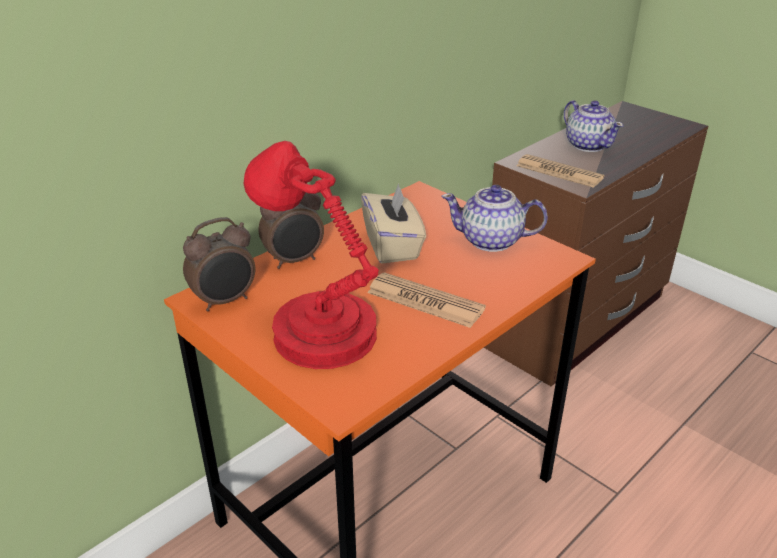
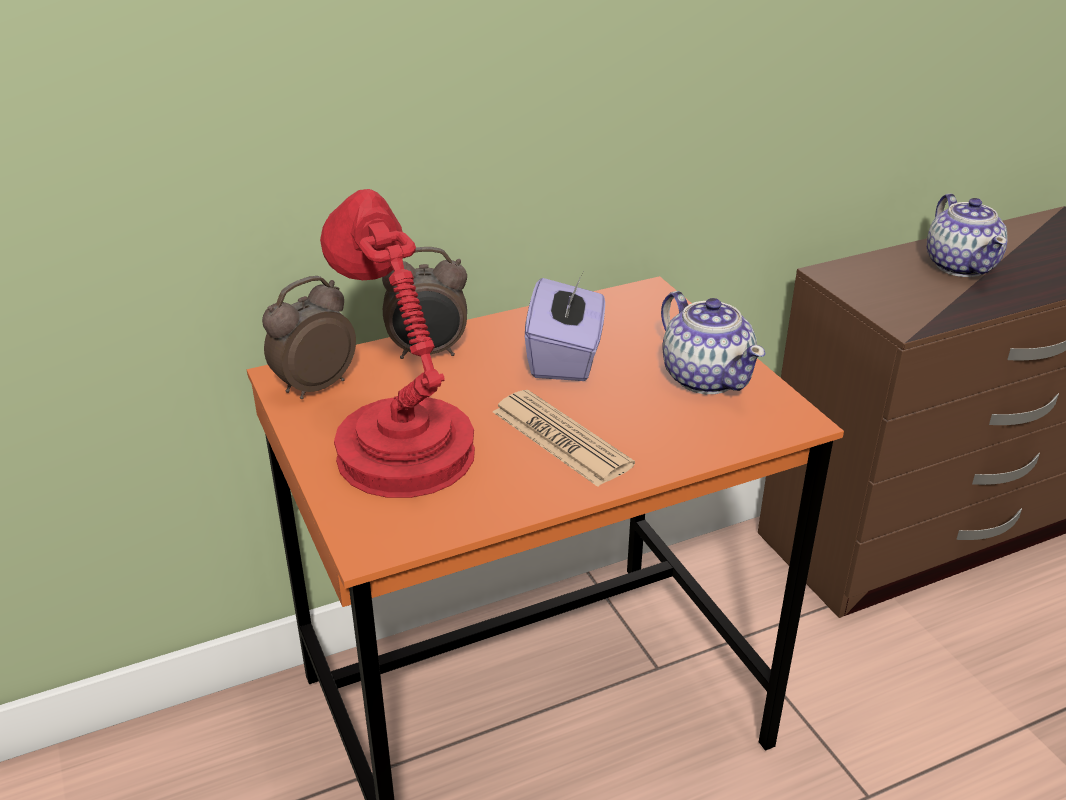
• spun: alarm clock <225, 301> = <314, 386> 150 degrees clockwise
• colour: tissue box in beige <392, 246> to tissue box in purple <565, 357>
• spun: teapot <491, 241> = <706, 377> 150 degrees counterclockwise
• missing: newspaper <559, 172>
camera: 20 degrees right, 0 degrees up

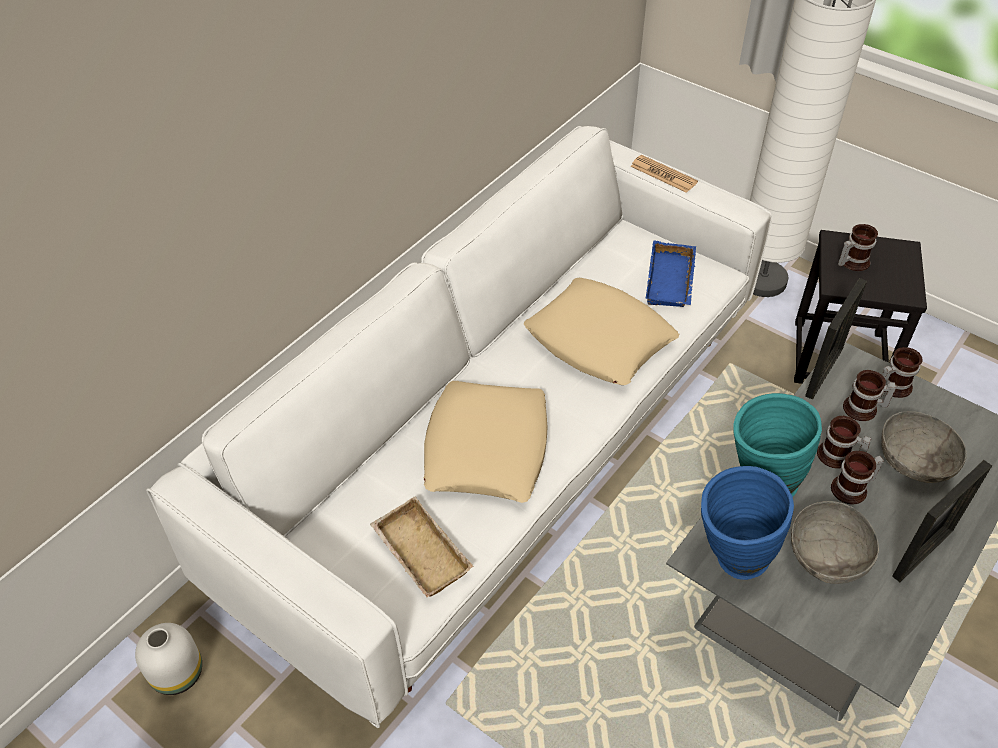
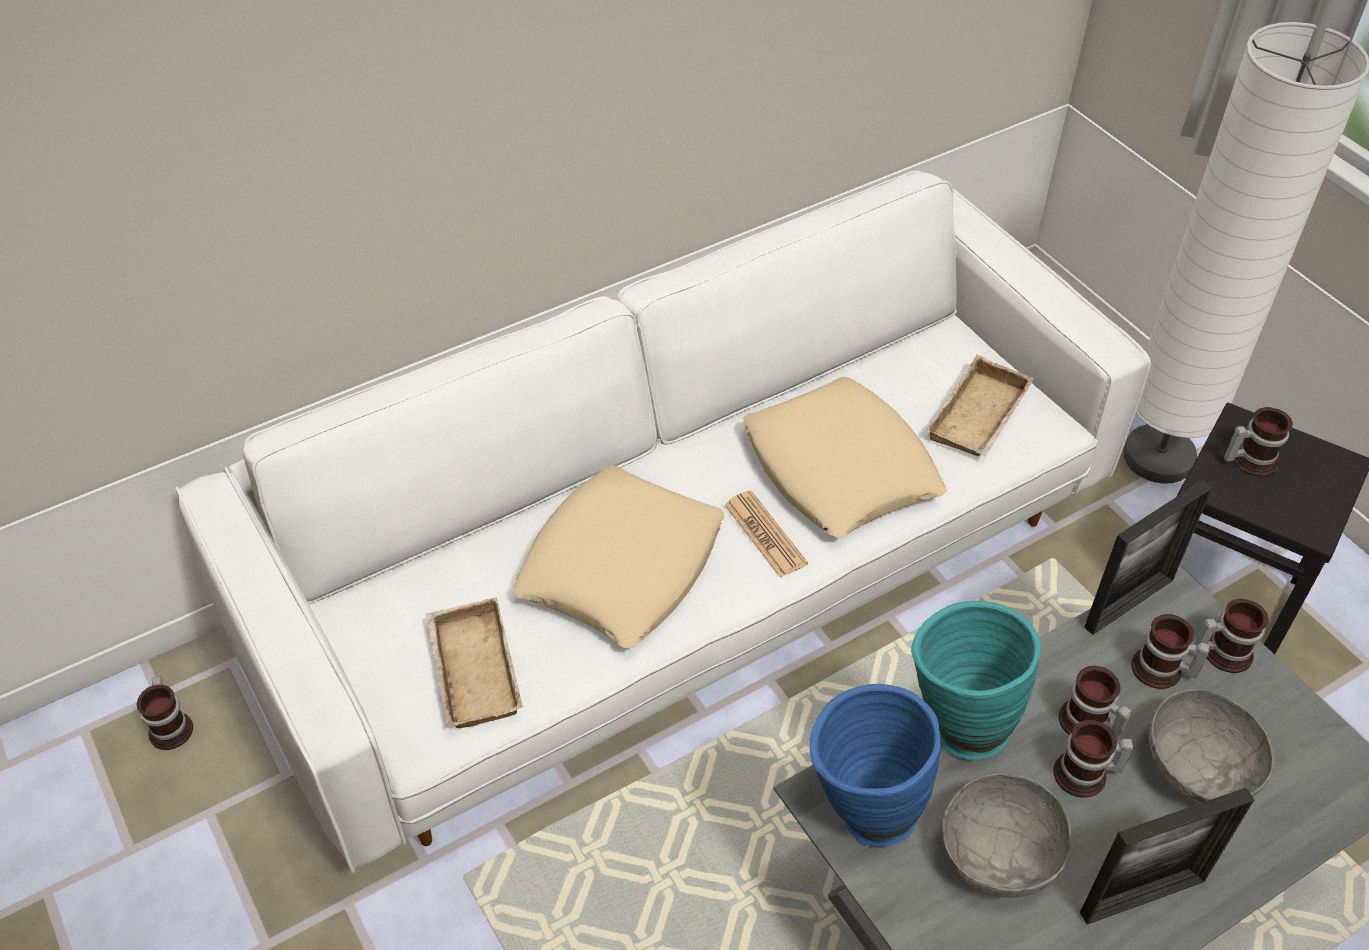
• exchanged: vase in white <176, 673> to mug <173, 726>
• relocated: newspaper <663, 174> to <765, 534>
• colour: tray in blue <672, 281> to tray in beige <980, 417>
camera: 20 degrees right, 0 degrees up

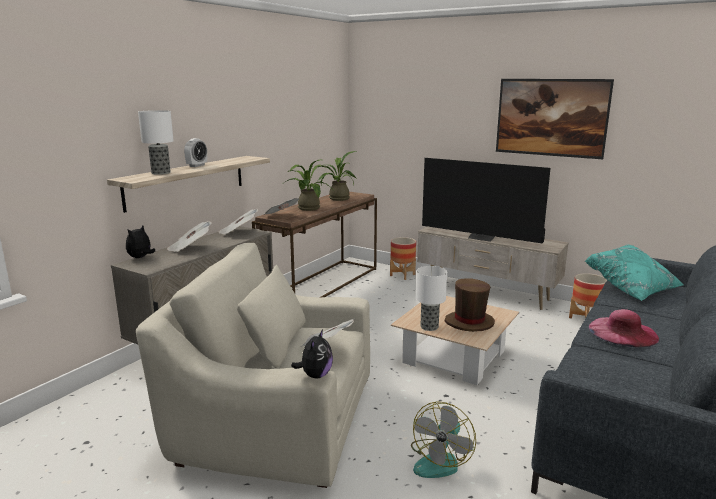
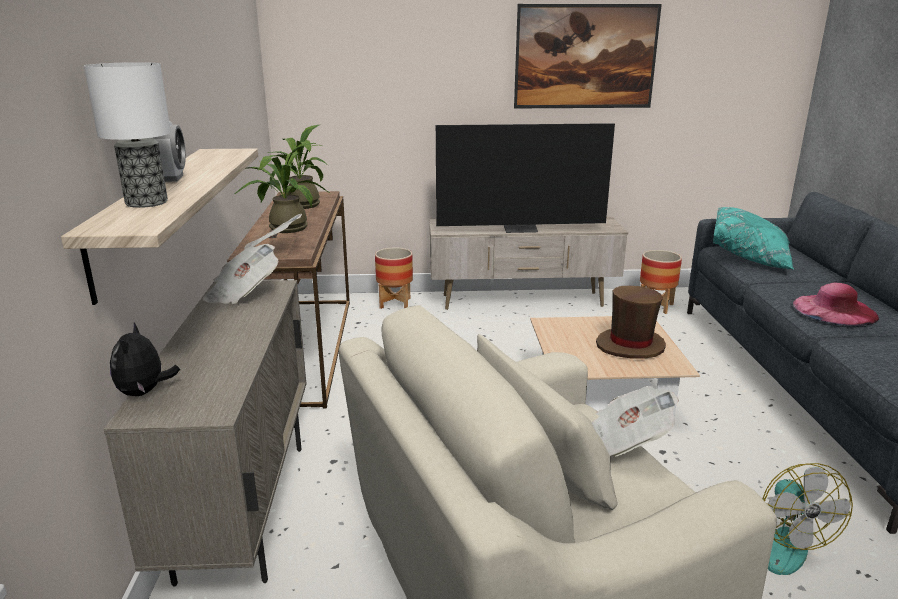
• missing: newspaper <190, 248>
• missing: plush toy <315, 375>
• missing: table lamp <429, 327>
camera: 35 degrees left, 5 degrees up

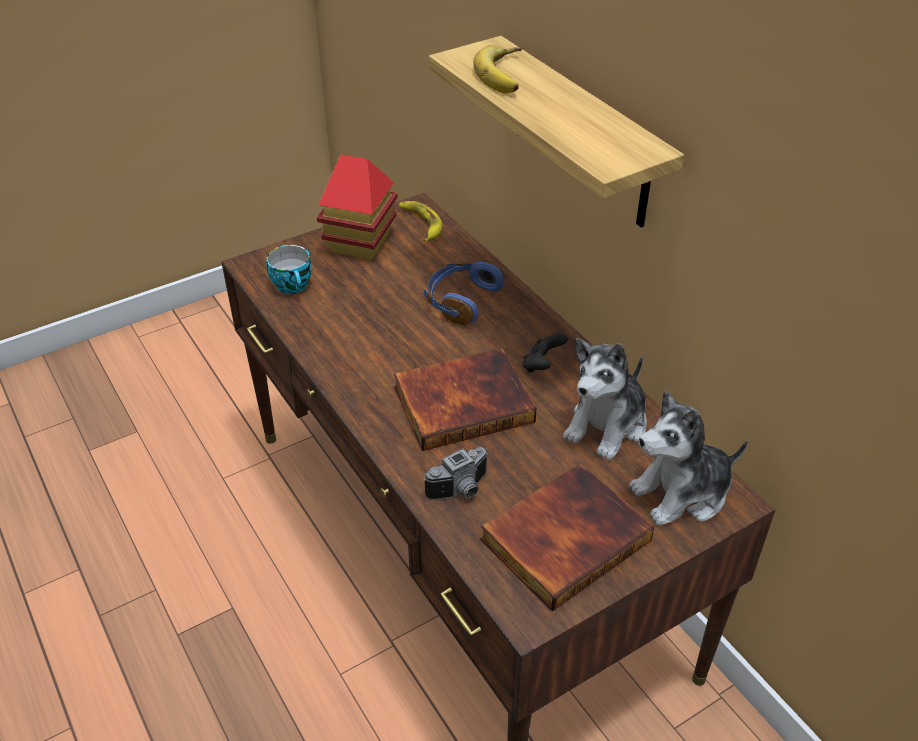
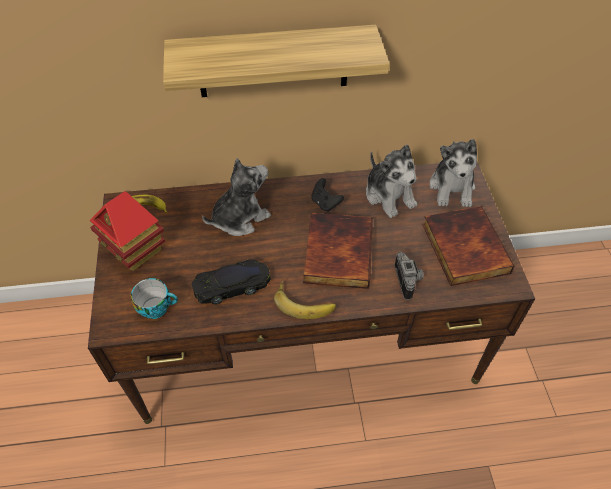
• exchanged: headphones in blue <461, 300> to plush toy <240, 218>
• relocated: banana <507, 75> to <304, 301>
• appeared: toy car in black <232, 285>
camera: 65 degrees left, 10 degrees up

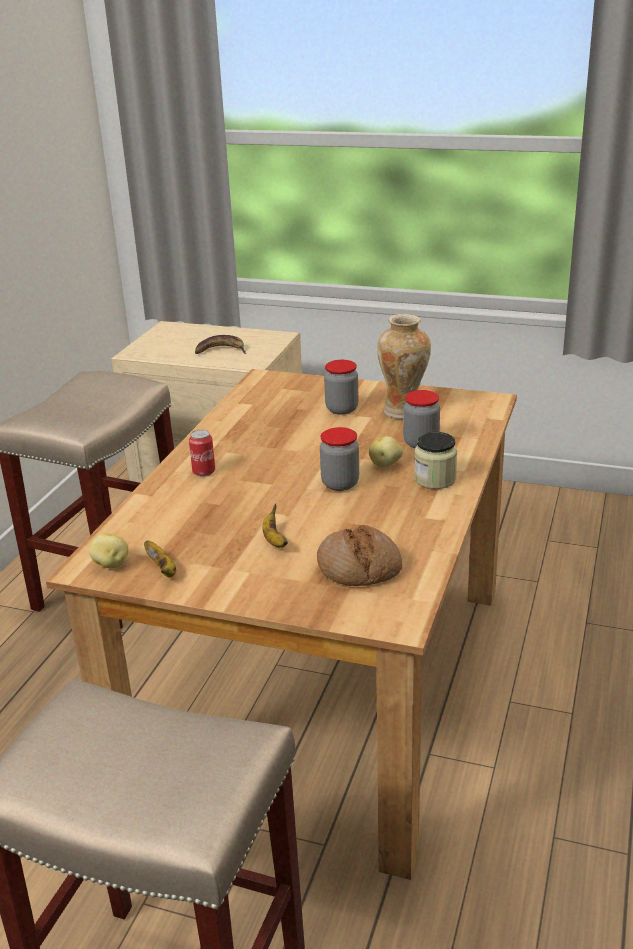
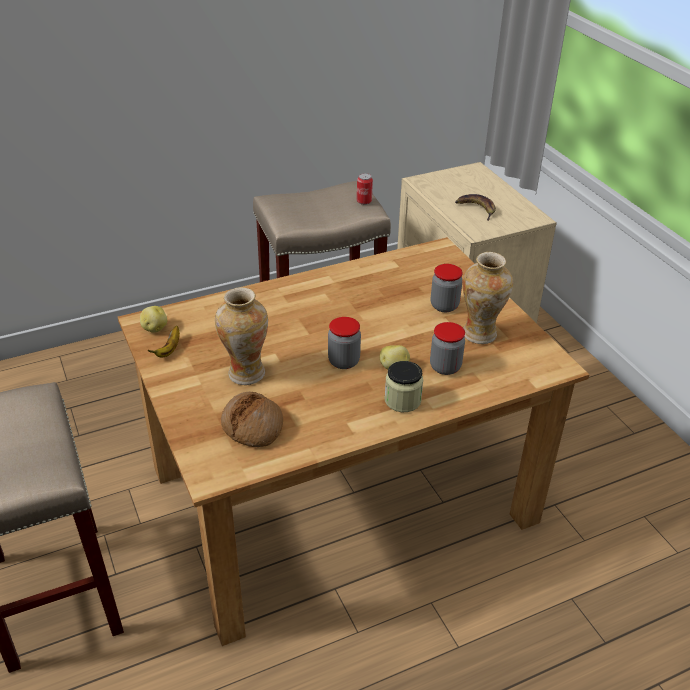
• relocated: can <204, 472> to <364, 201>
• exchanged: banana <274, 540> to vase <245, 373>
camera: 45 degrees right, 10 degrees up

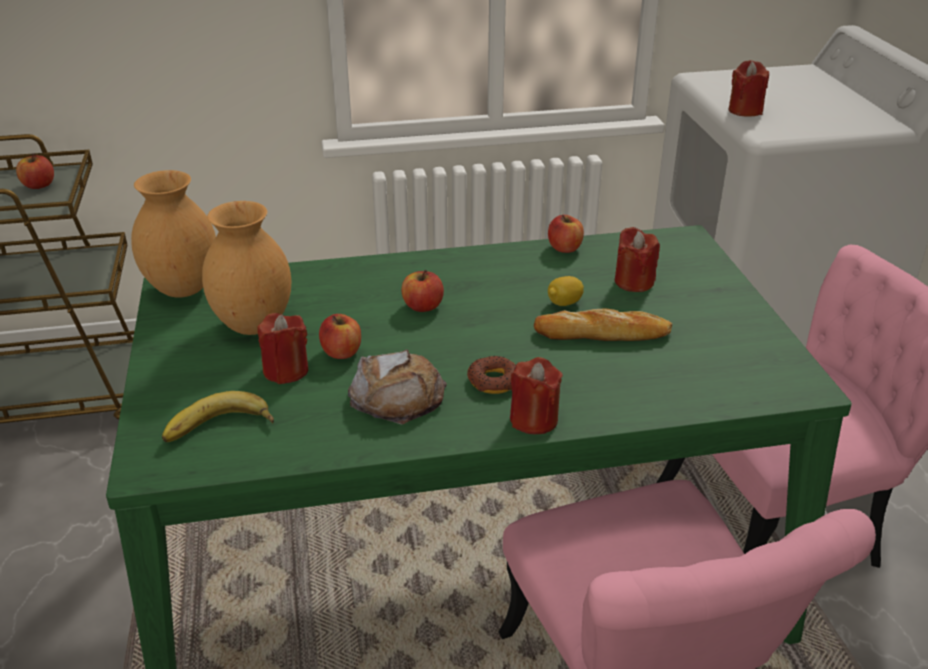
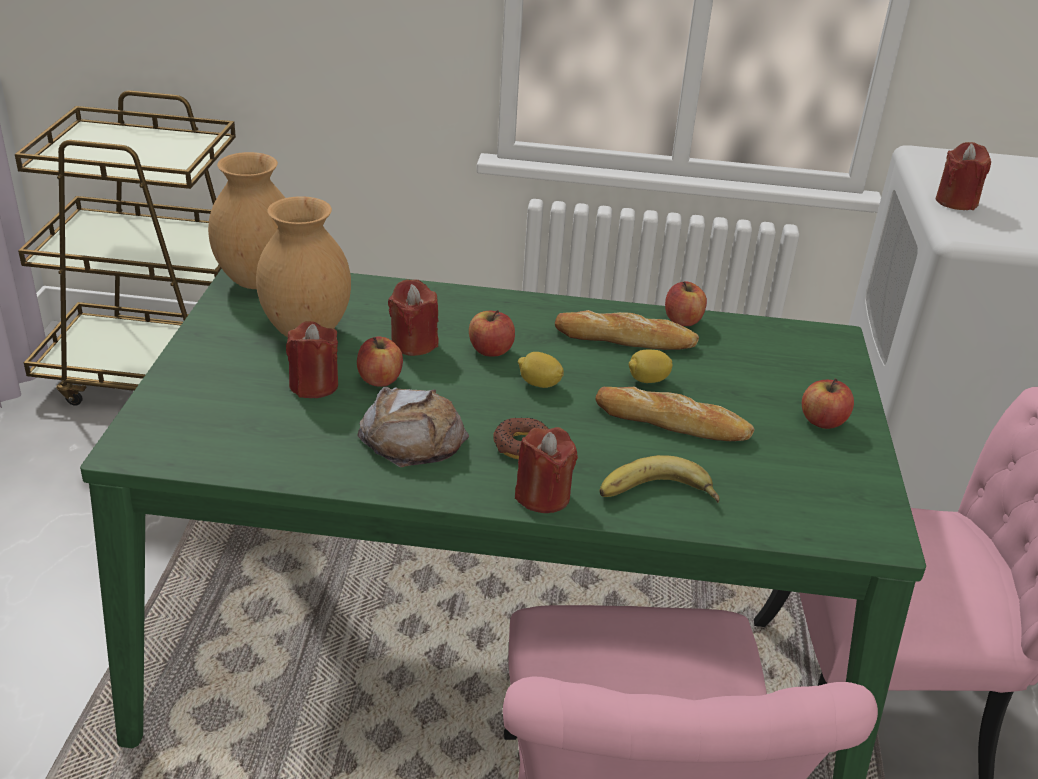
• relocated: apple <39, 185> to <823, 421>
• relocated: banana <220, 430> to <657, 496>
• relocated: candle in red <634, 282> to <414, 343>
• appeared: lemon <539, 384>
• appeared: bread <625, 339>
camera: 15 degrees right, 0 degrees up

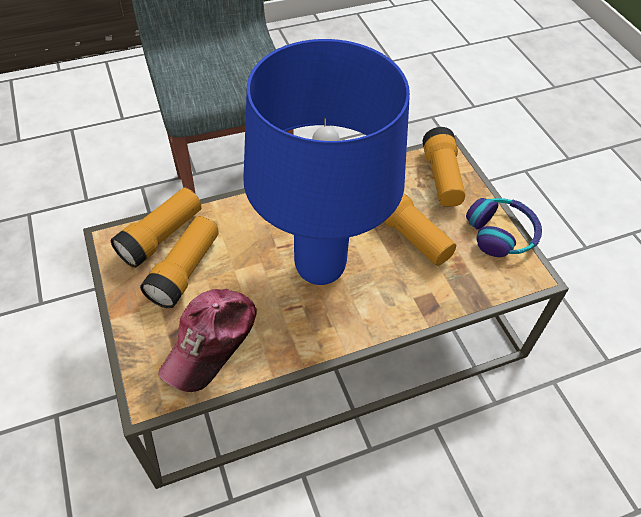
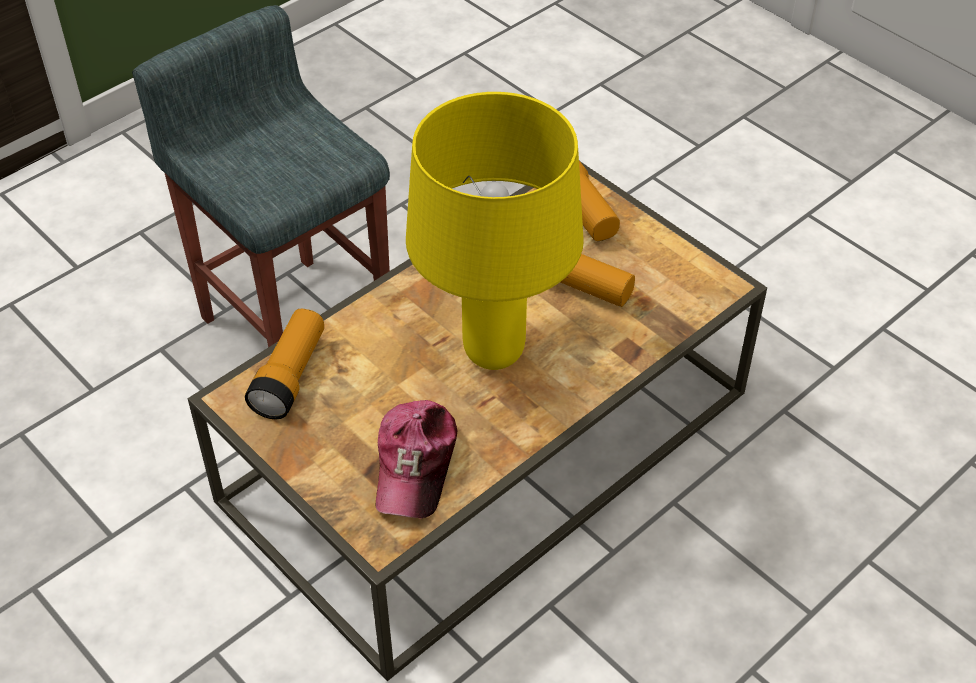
• missing: flashlight <185, 271>
• colour: table lamp in blue <319, 268> to table lamp in yellow <493, 351>
• missing: headphones <502, 233>
camera: 20 degrees left, 5 degrees down

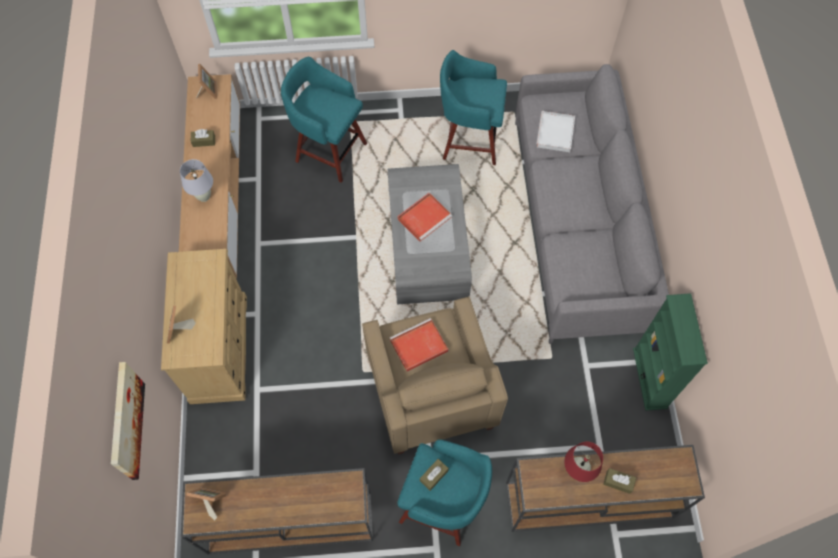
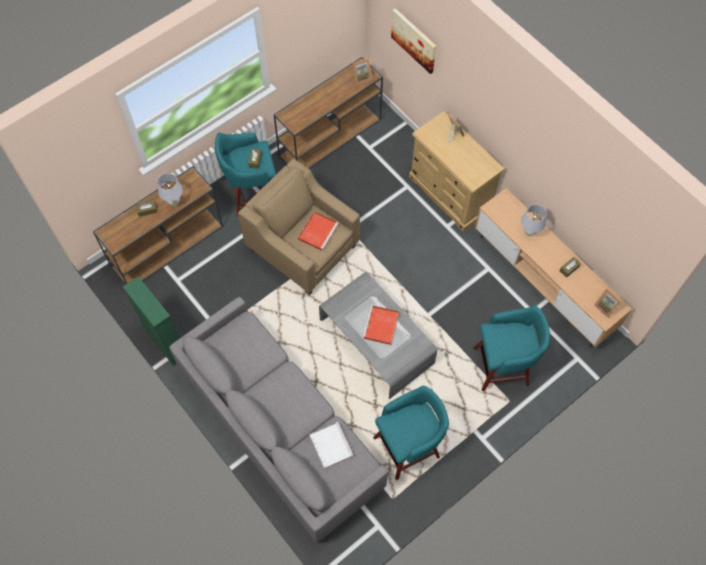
• colour: table lamp in red <577, 470> to table lamp in white <174, 202>
camera: 145 degrees right, 0 degrees up

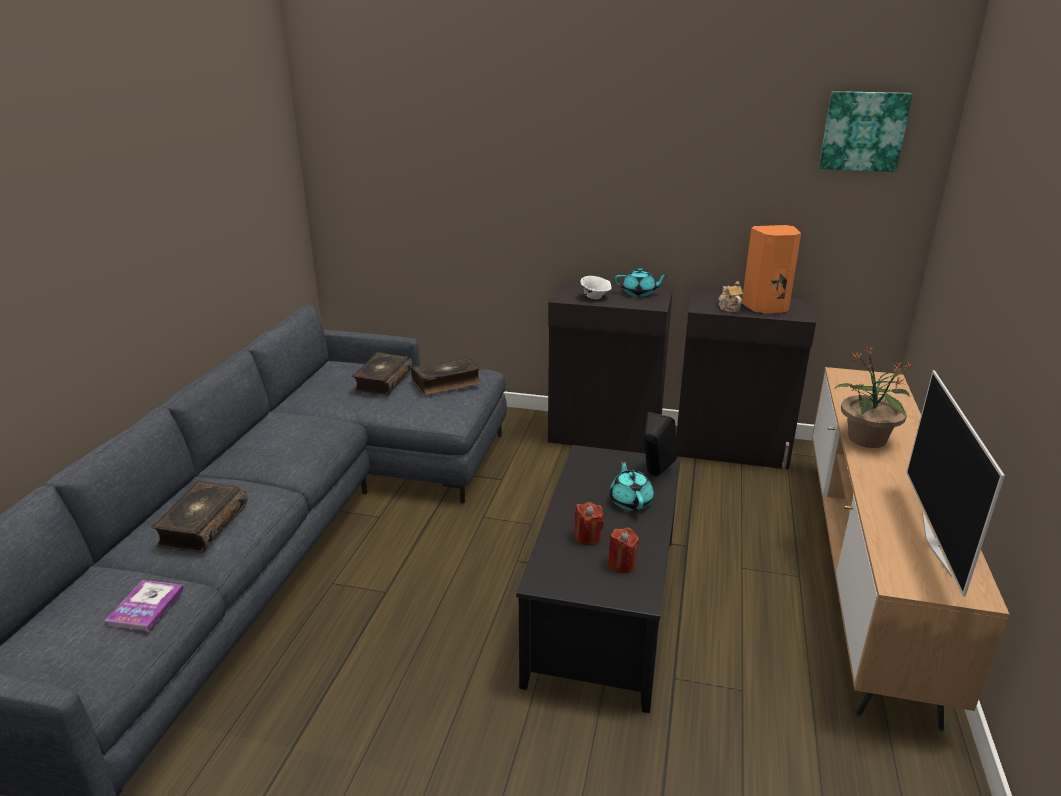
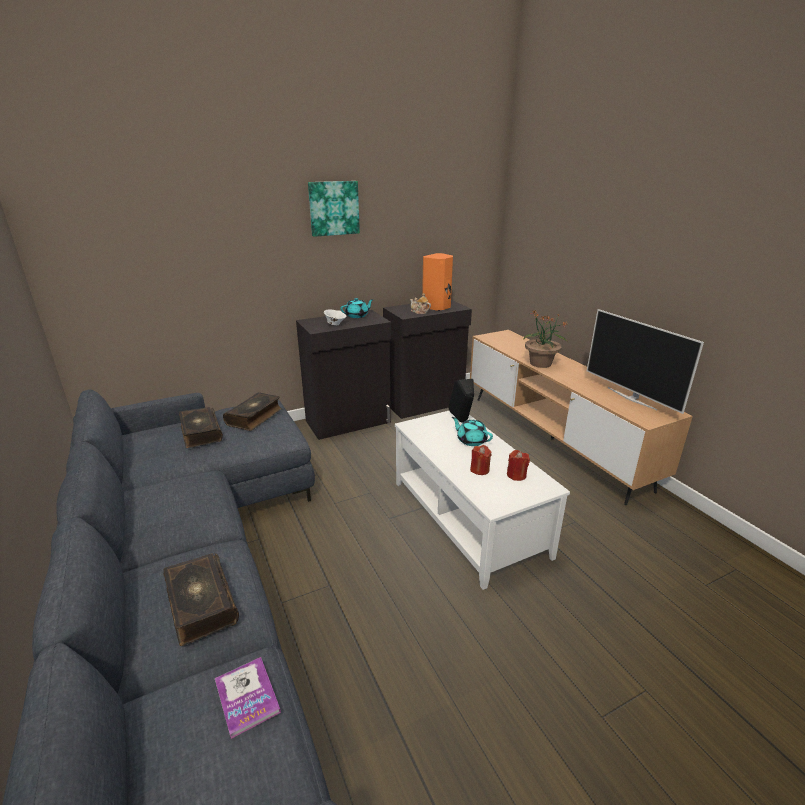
• colour: coffee table in black <602, 606> to coffee table in white <466, 518>
• relocated: picture <863, 131> to <333, 208>
camera: 40 degrees left, 0 degrees up

